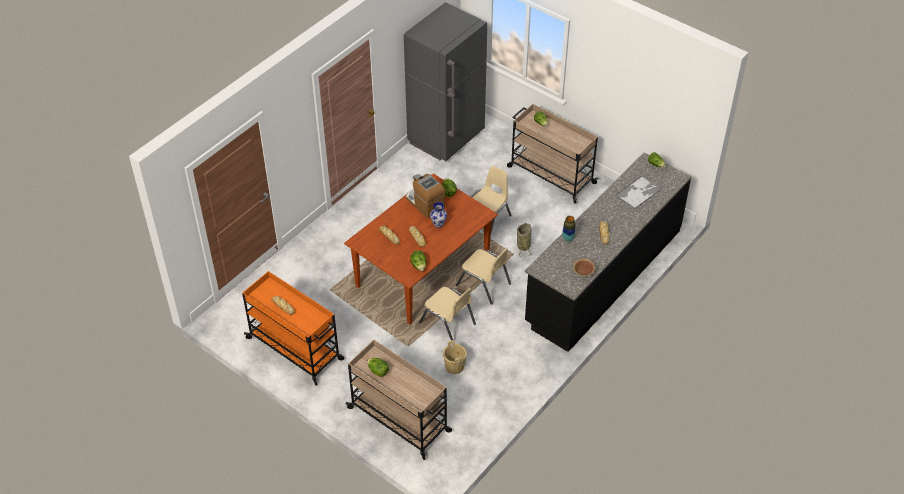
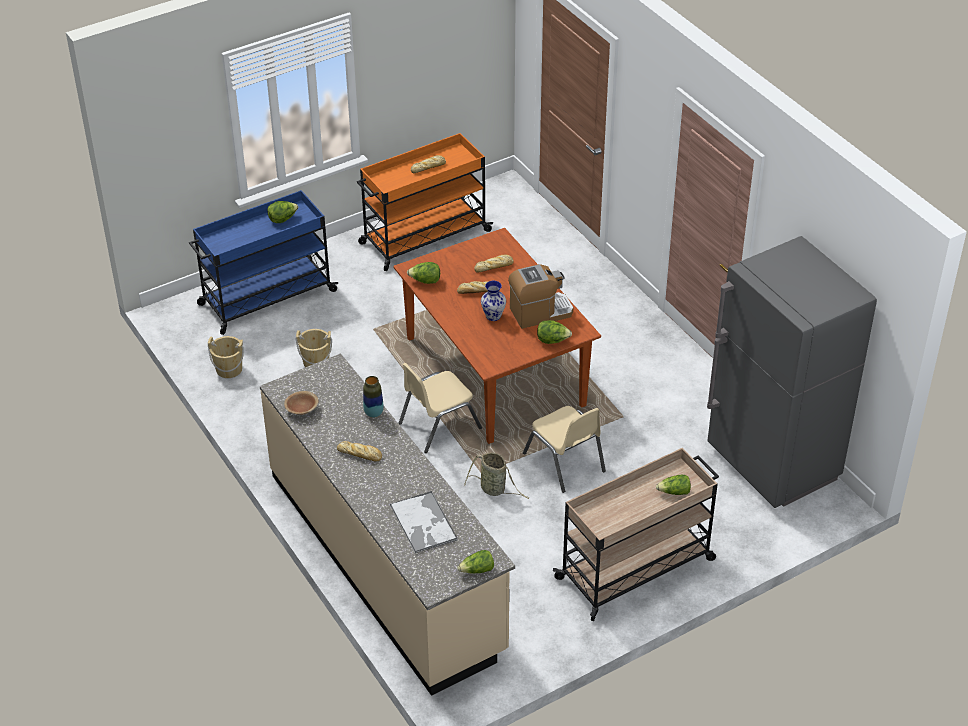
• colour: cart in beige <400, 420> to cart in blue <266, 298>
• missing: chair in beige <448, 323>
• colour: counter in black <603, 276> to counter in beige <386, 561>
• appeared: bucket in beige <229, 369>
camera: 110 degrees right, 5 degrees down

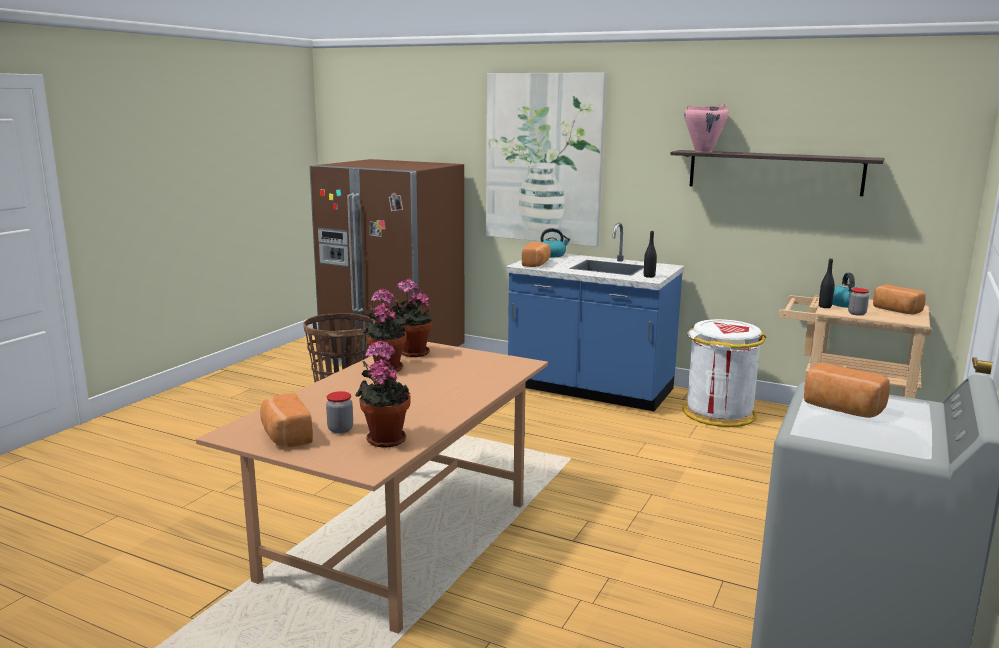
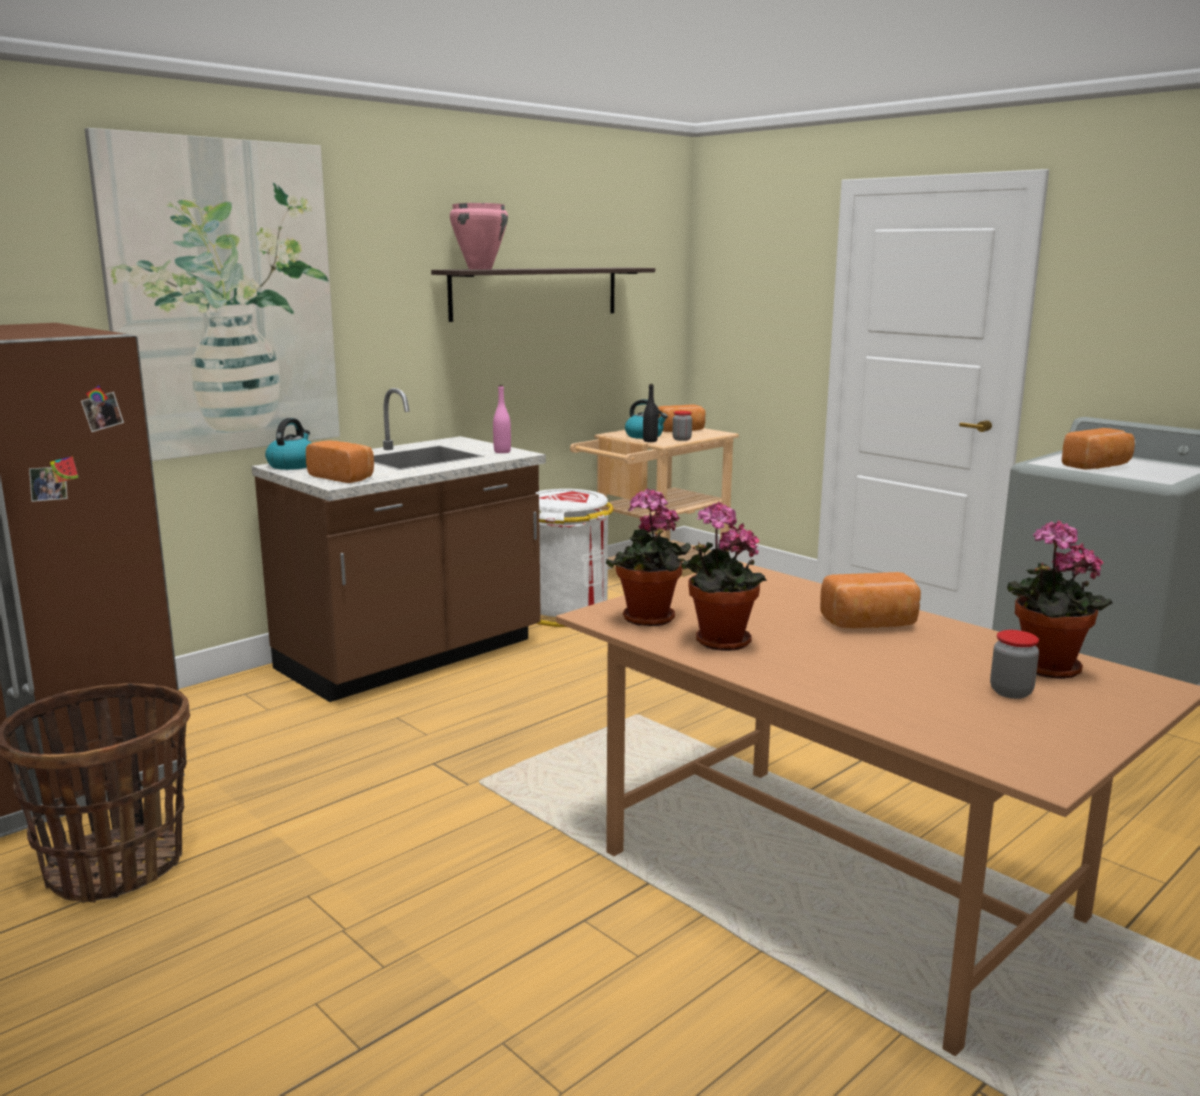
• relocated: bread <285, 436> to <871, 624>
• colour: counter in blue <590, 389> to counter in brown <412, 656>
• colour: bottle in black <649, 276> to bottle in pink <502, 452>
camera: 70 degrees left, 0 degrees up

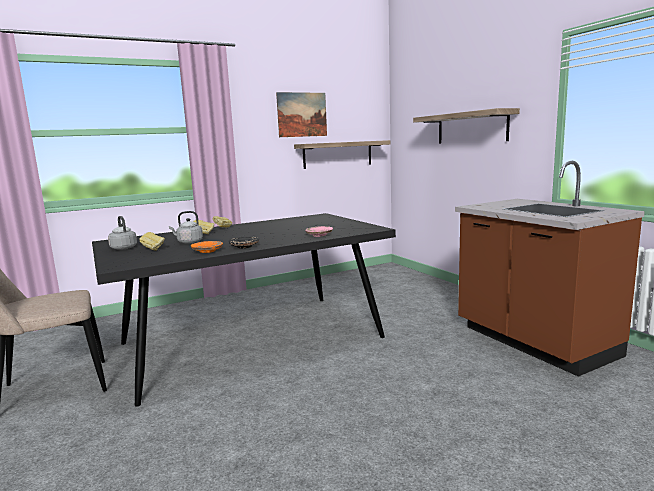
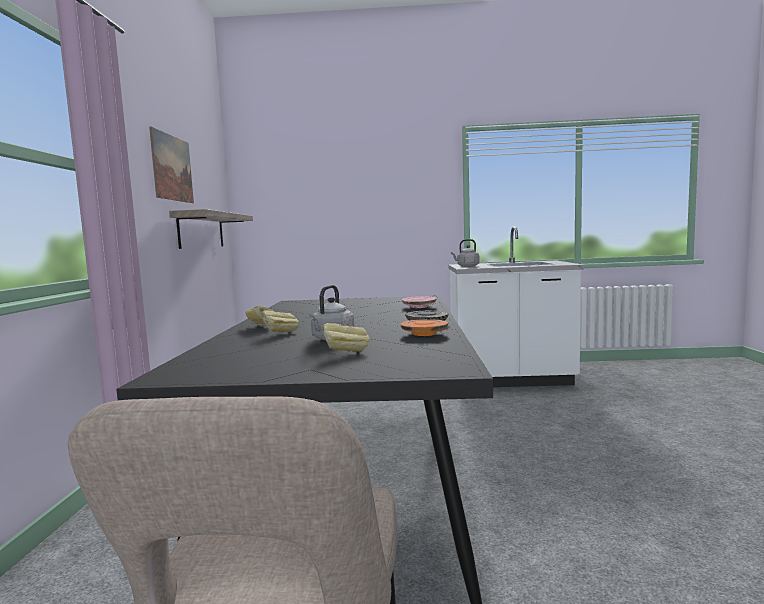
• relocated: kettle in grey <123, 247> to <467, 266>
• missing: shelf <471, 127>
• colour: counter in brown <533, 342> to counter in white <511, 380>
camera: 60 degrees left, 5 degrees down

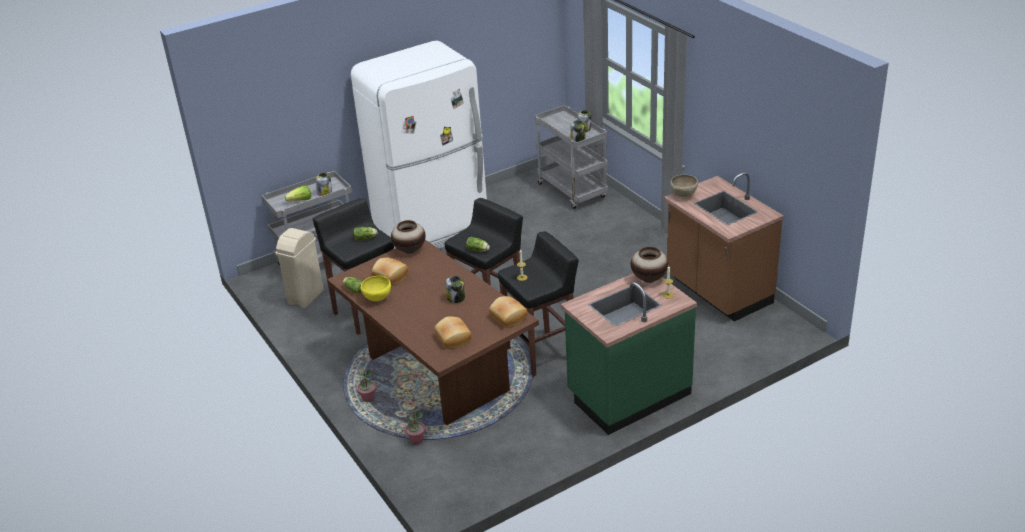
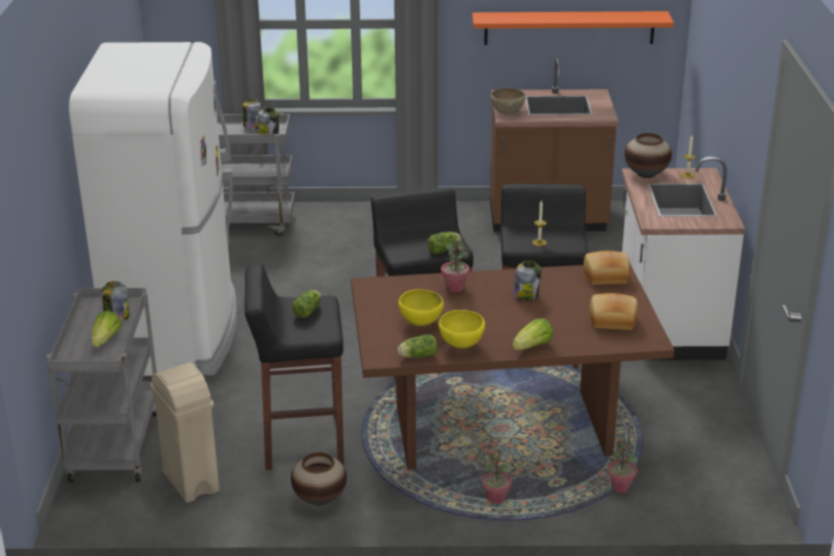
• exchanged: bread <390, 277> to bowl in yellow <420, 323>
• relocated: vase <410, 249> to <320, 499>
• colour: counter in green <628, 394> to counter in white <667, 325>
• appeared: potted plant <455, 287>
• appeared: shelf in orange <569, 28>
• appeared: lettuce <533, 347>
camera: 60 degrees left, 5 degrees down

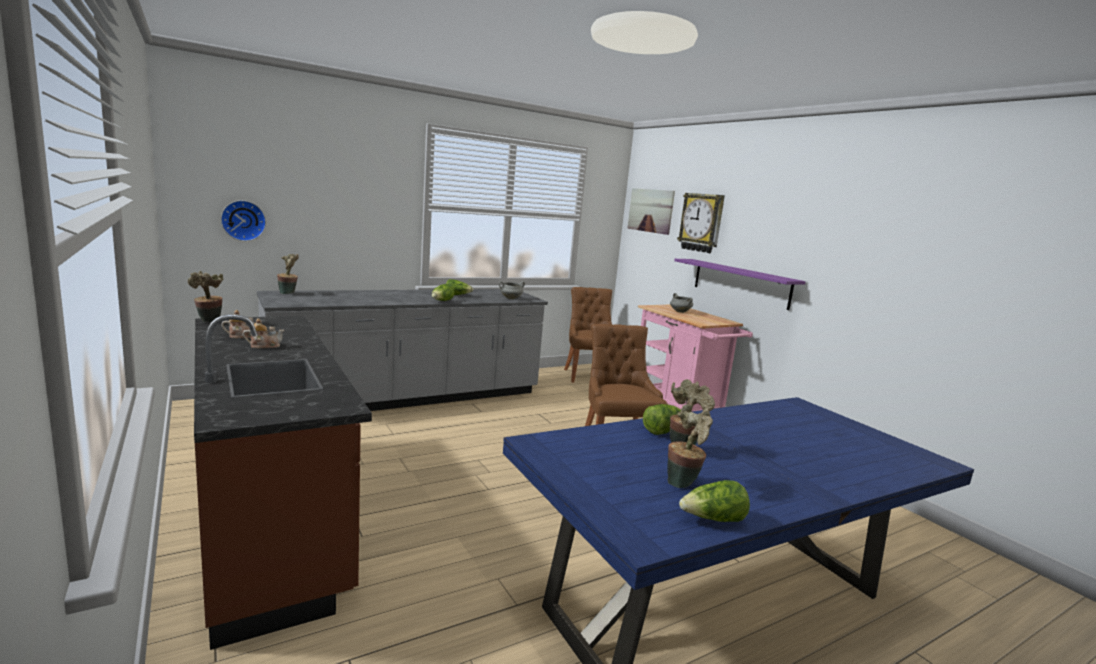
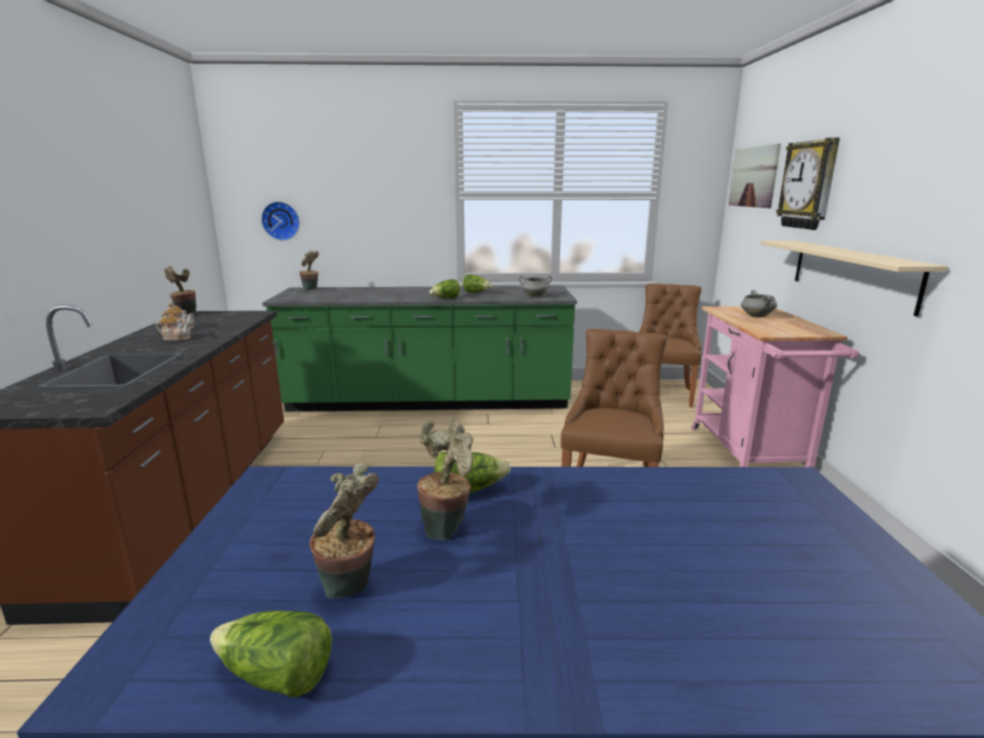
• colour: counter in grey <408, 399> to counter in green <428, 401>
• colour: shelf in purple <740, 283> to shelf in beige <852, 273>
camera: 30 degrees right, 5 degrees up

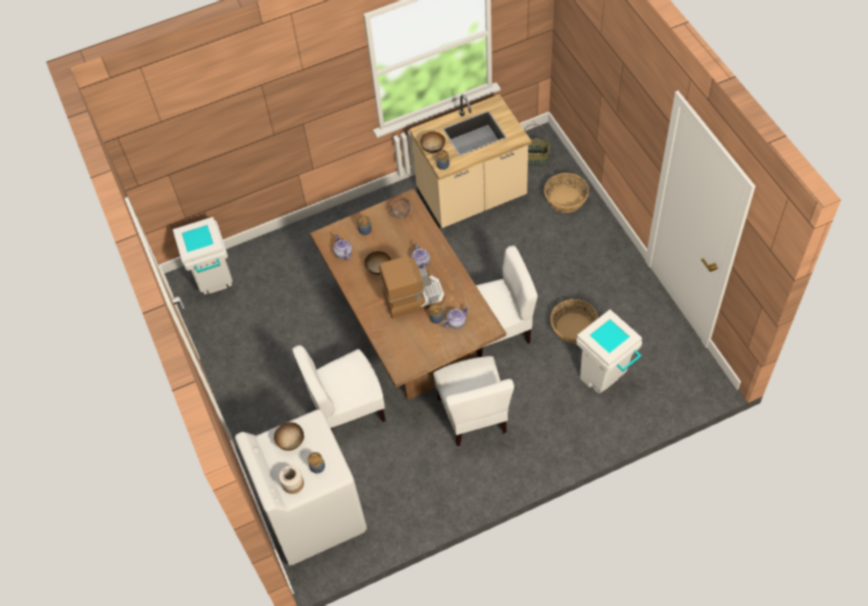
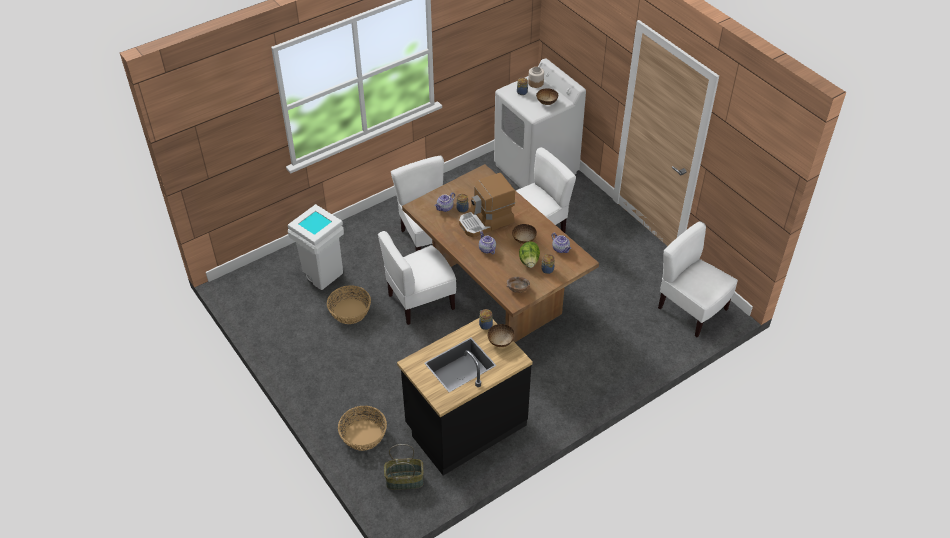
• exchanged: trash can in white <216, 286> to chair in white <691, 309>
• colour: counter in beige <472, 198> to counter in black <465, 425>
• appeared: lettuce <529, 261>
camera: 165 degrees right, 10 degrees down

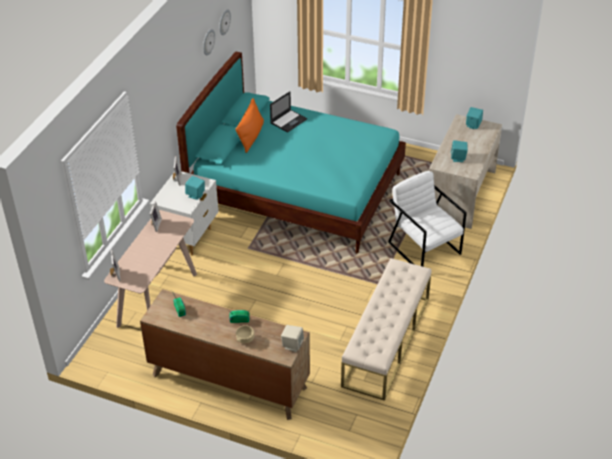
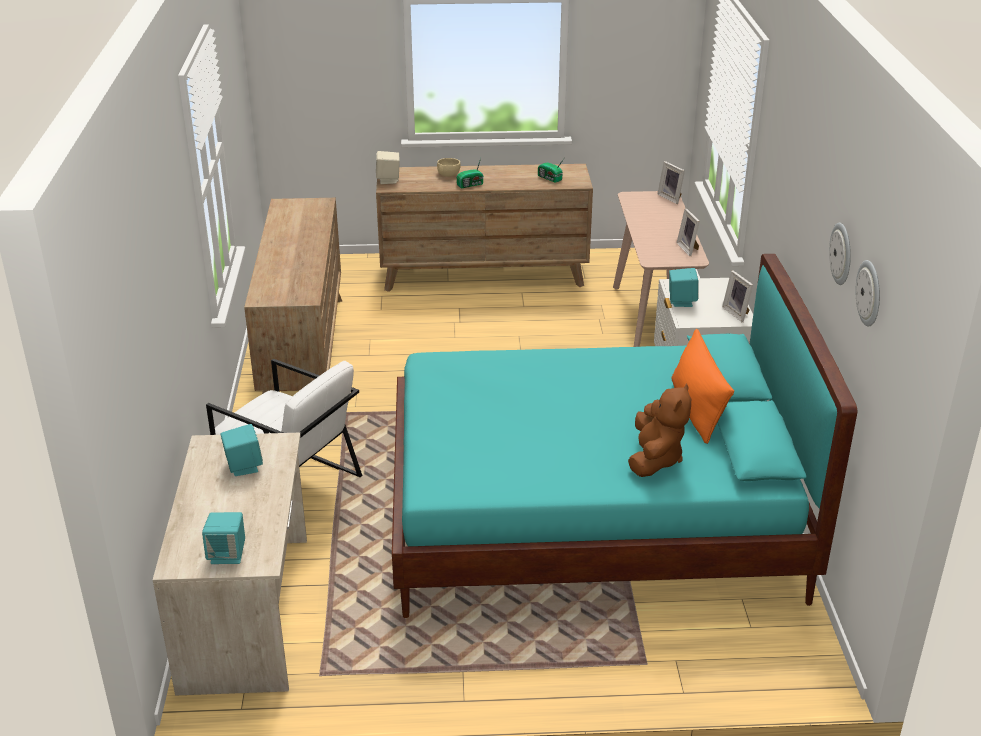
• exchanged: laptop <289, 121> to plush toy in brown <655, 459>
• exchanged: bench in beige <386, 341> to dresser in brown <303, 352>
camera: 155 degrees right, 10 degrees down

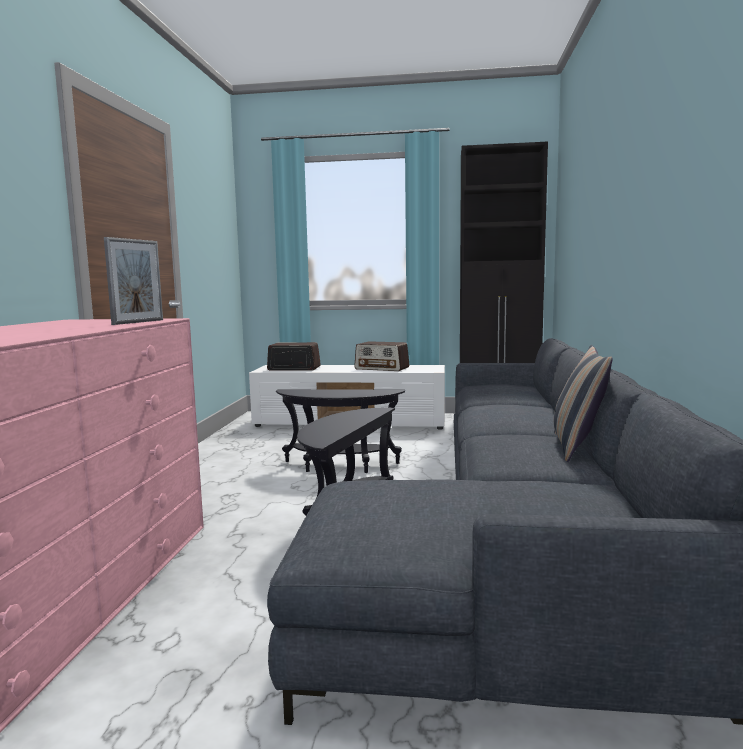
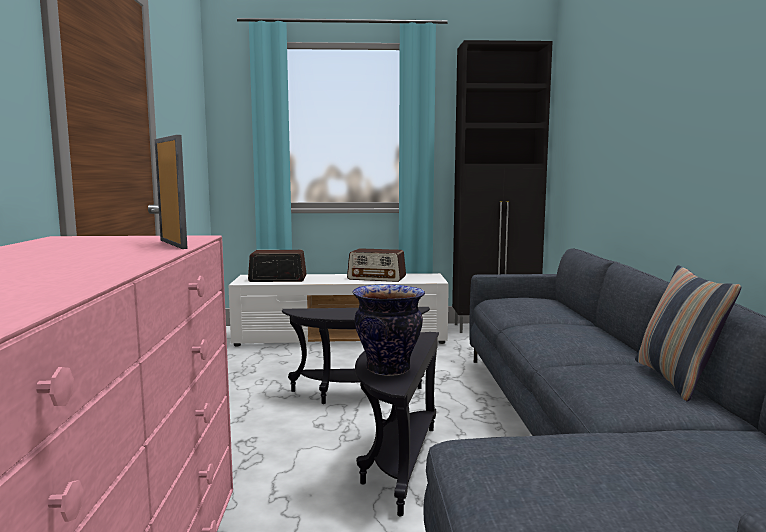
• spun: picture frame <138, 322> = <173, 244> 45 degrees counterclockwise
• appeared: vase <389, 369>
camera: 10 degrees left, 0 degrees up

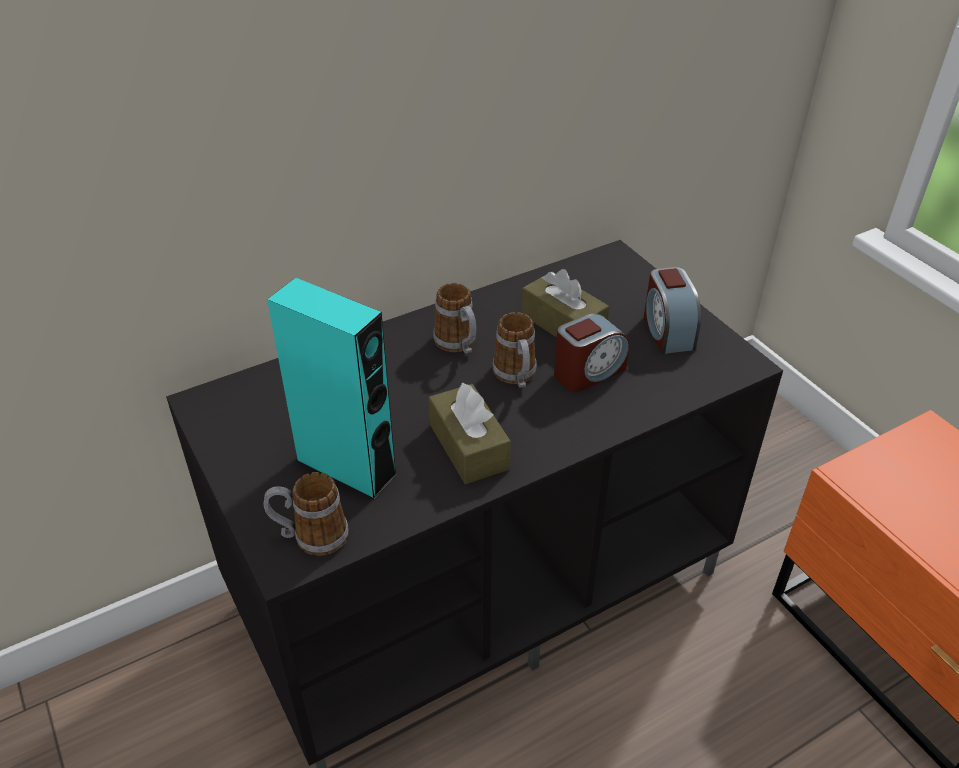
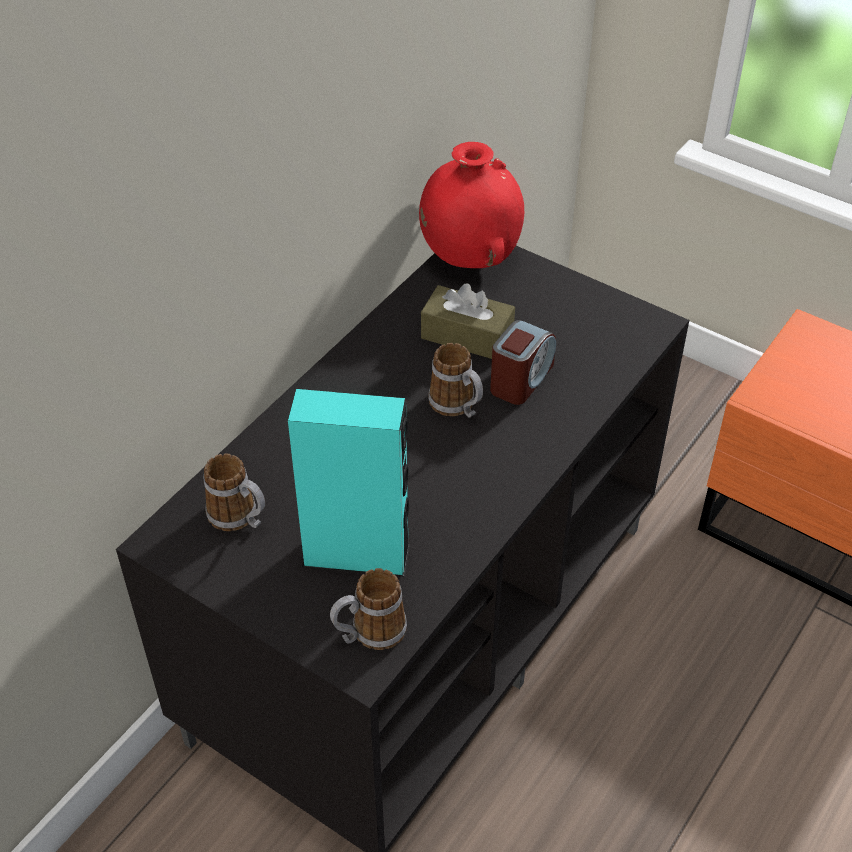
• missing: tissue box in brown <469, 446>
• relocated: mug <459, 345> to <240, 518>
• missing: alarm clock <667, 331>
• appeared: vase in red <469, 258>
camera: 25 degrees left, 5 degrees up

